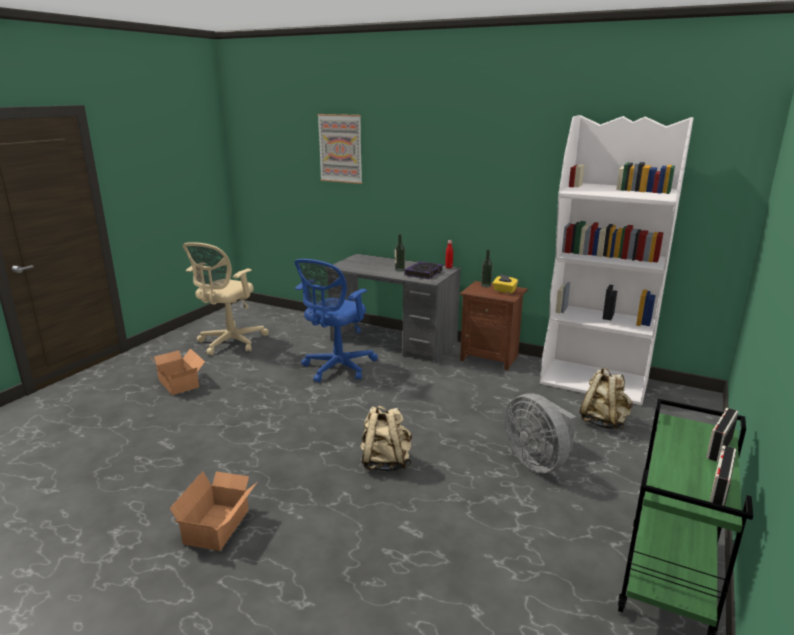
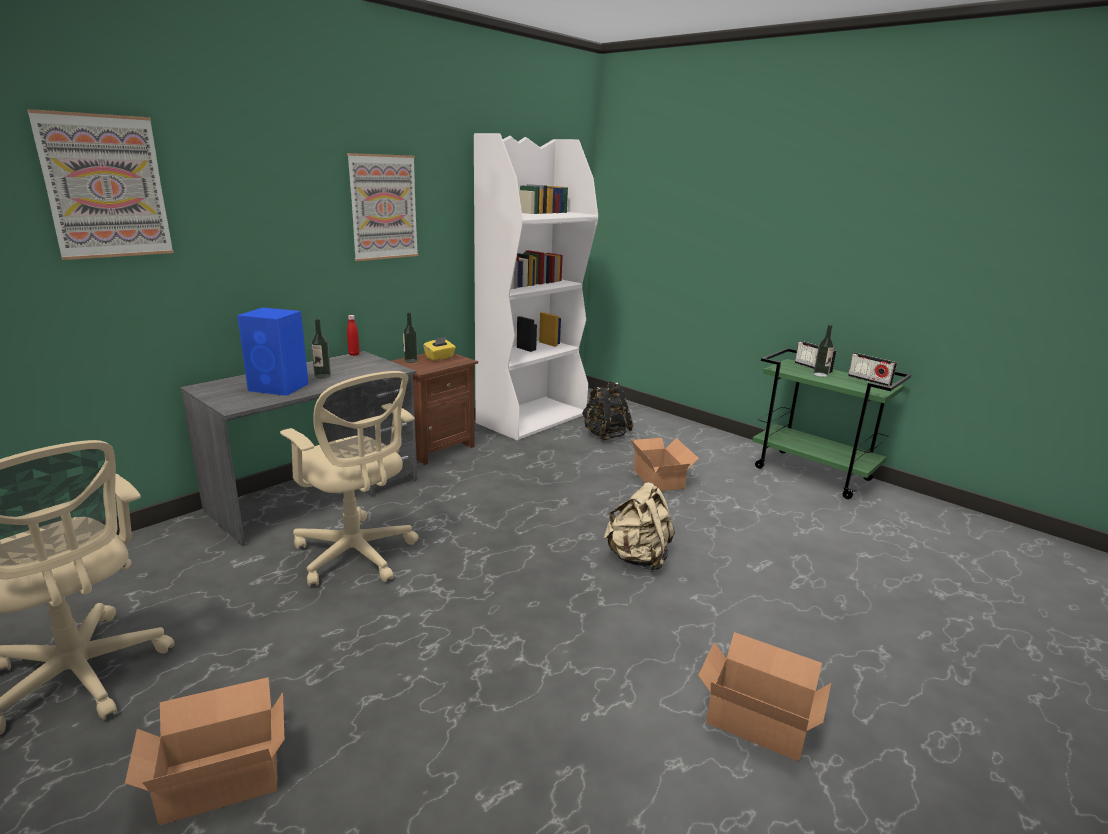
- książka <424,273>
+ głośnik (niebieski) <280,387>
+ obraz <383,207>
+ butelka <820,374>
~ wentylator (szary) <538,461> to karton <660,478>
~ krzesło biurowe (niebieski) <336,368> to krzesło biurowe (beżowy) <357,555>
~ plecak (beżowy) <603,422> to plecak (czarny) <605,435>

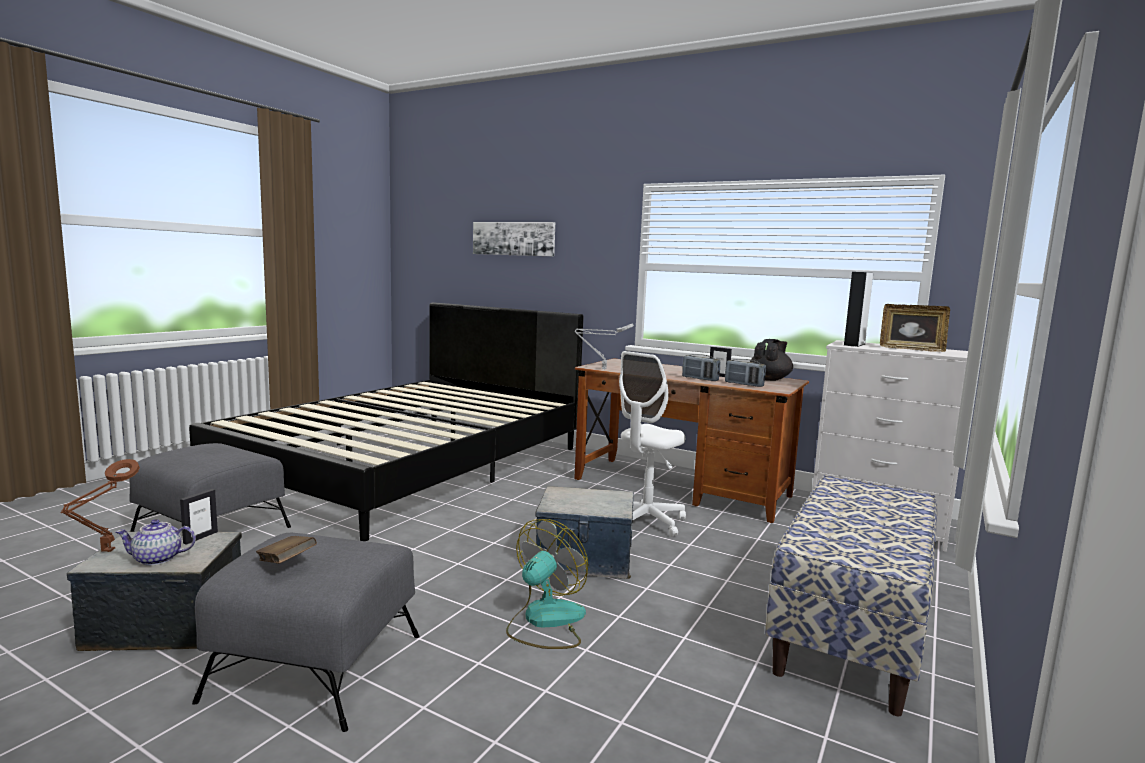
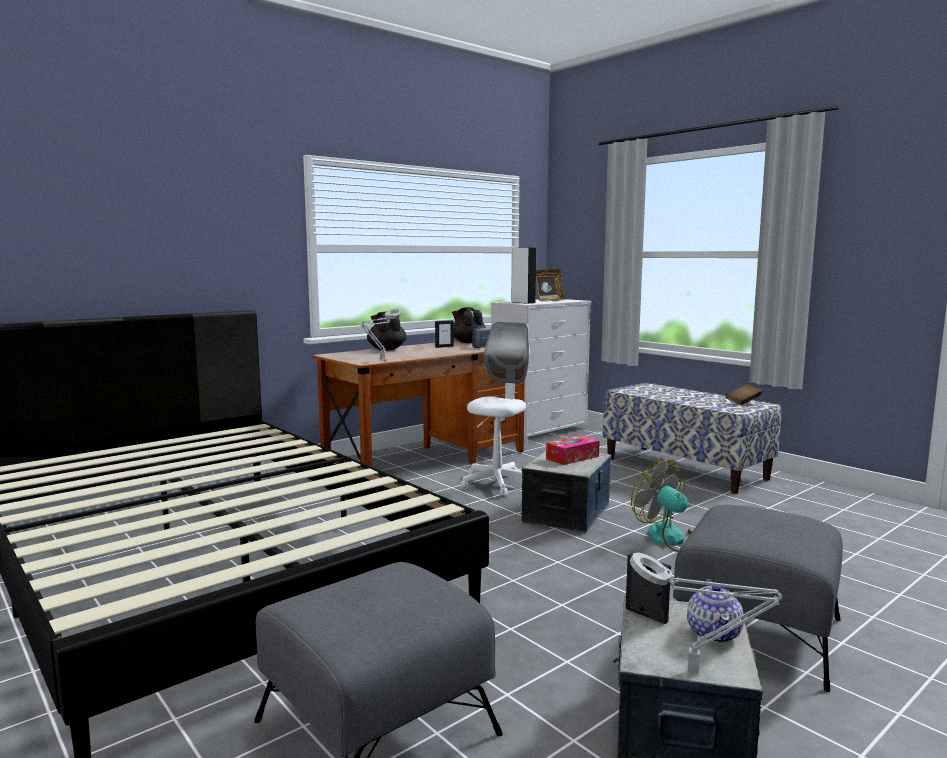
- obraz <513,238>
- radio <700,379>
+ imbryk (czarny) <386,349>
+ pudełko chusteczek <572,457>
~ książka (brązowy) <286,563> to <743,402>
~ lampa stołowa (brązowy) <106,552> to lampa stołowa (szary) <698,671>
~ krzesło biurowe (biały) <645,522> = <497,484> 120 degrees counterclockwise

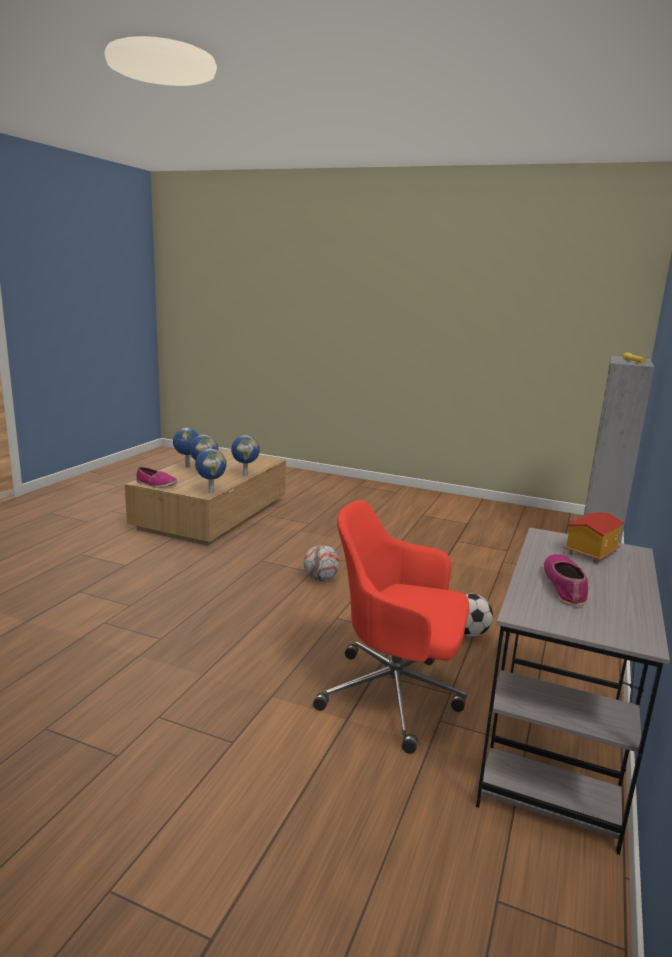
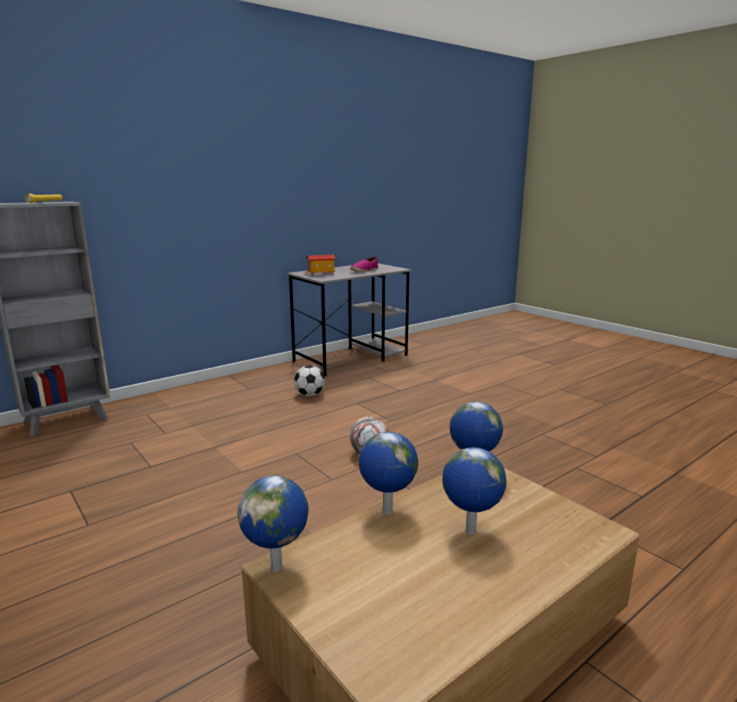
- but <156,484>
- krzesło biurowe (czerwony) <395,695>
~ globus <187,466> to <278,567>

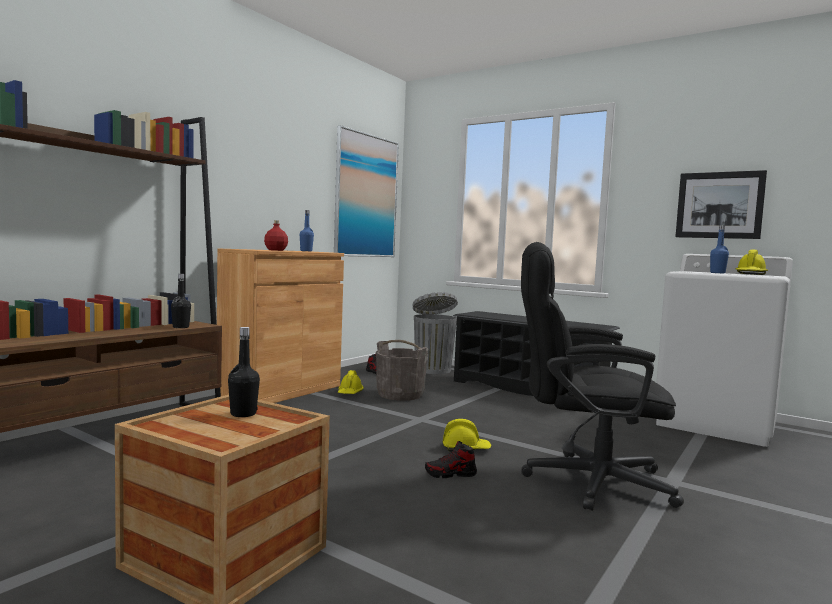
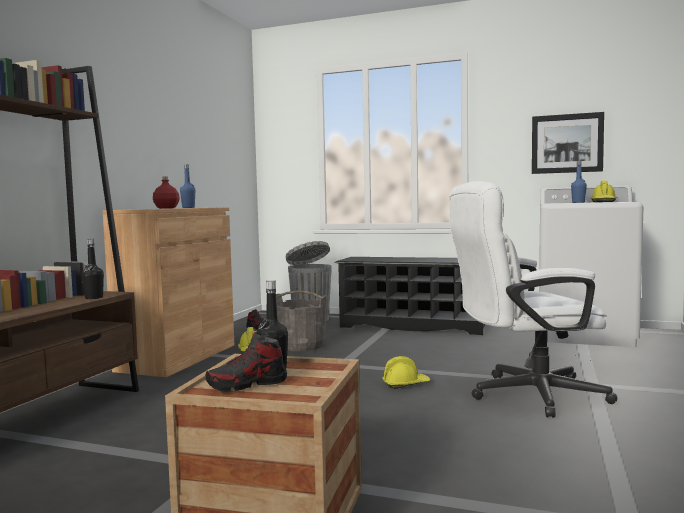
- obraz <366,196>
~ but <450,474> to <247,384>
~ krzesło biurowe (czarny) <583,480> to krzesło biurowe (biały) <525,395>

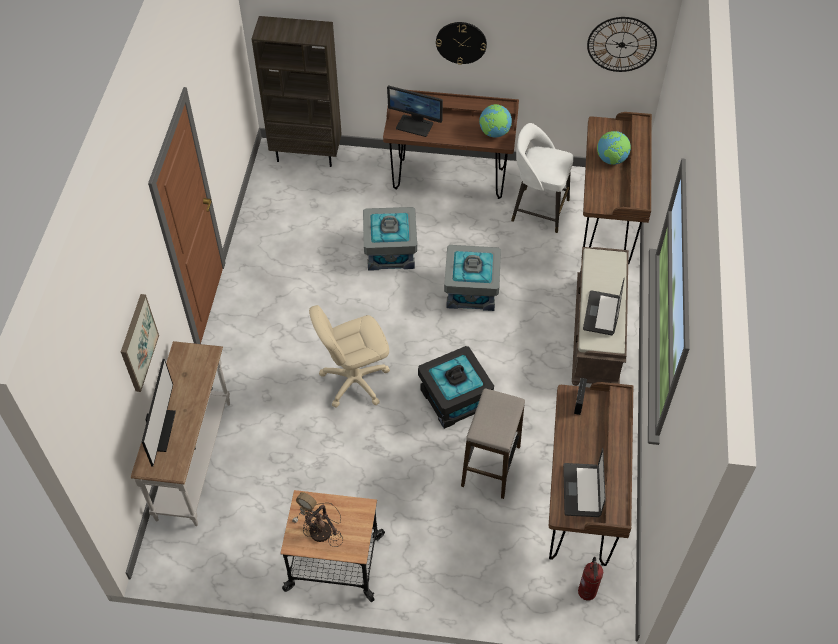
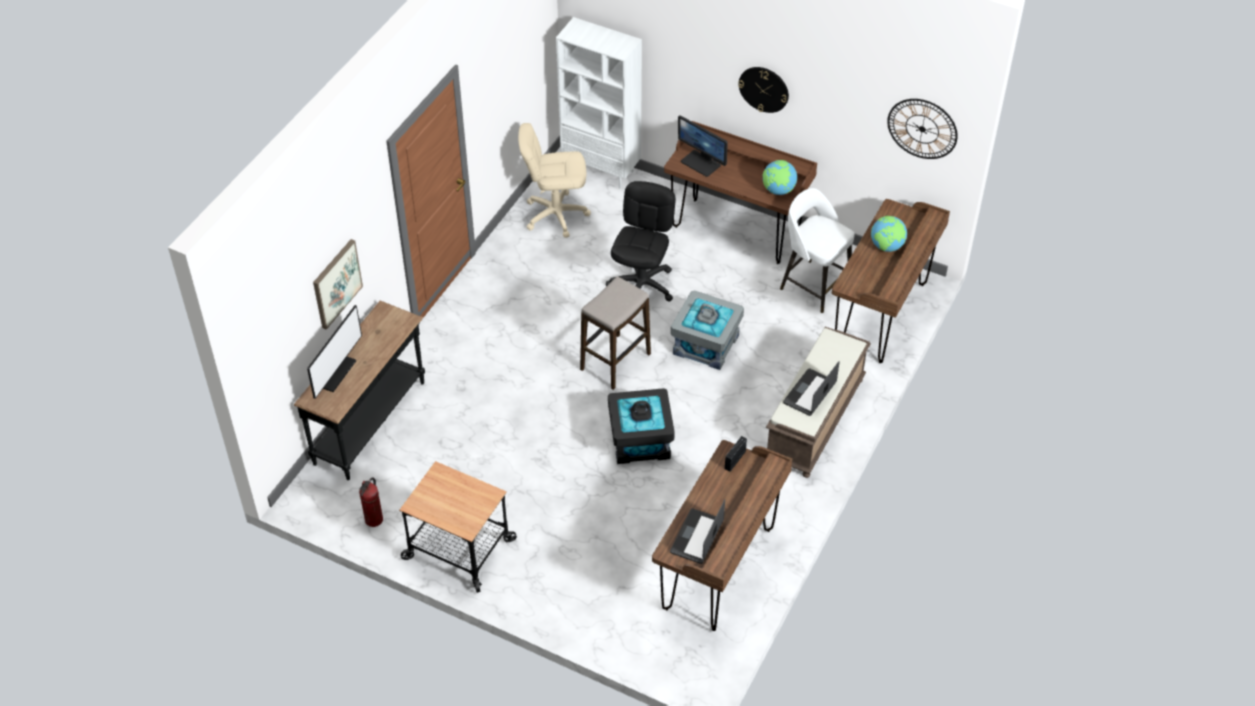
- lampa stołowa <321,533>
~ krzesło biurowe (beżowy) <354,381> to <556,215>
~ stołek <490,466> to <615,362>
~ gaśnica <587,592> to <374,520>
~ pojemnik do przechowywania (szary) <390,251> to krzesło biurowe (czarny) <642,285>
~ stolik konsolowy (biały) <195,460> to stolik konsolowy (czarny) <371,423>
~ regał (brązowy) <307,154> to regał (biały) <601,170>

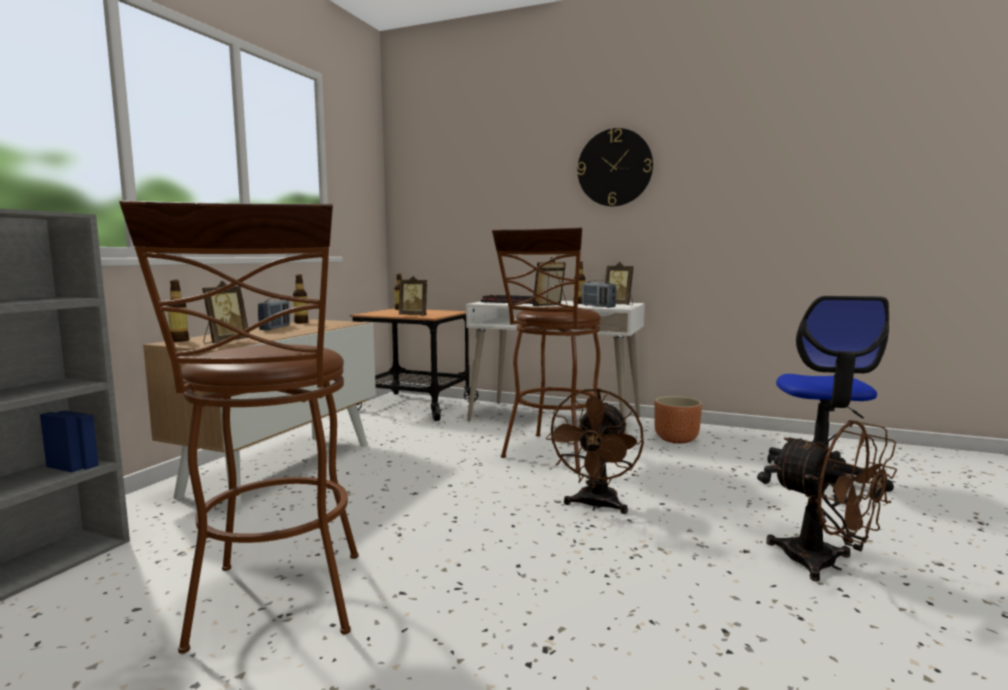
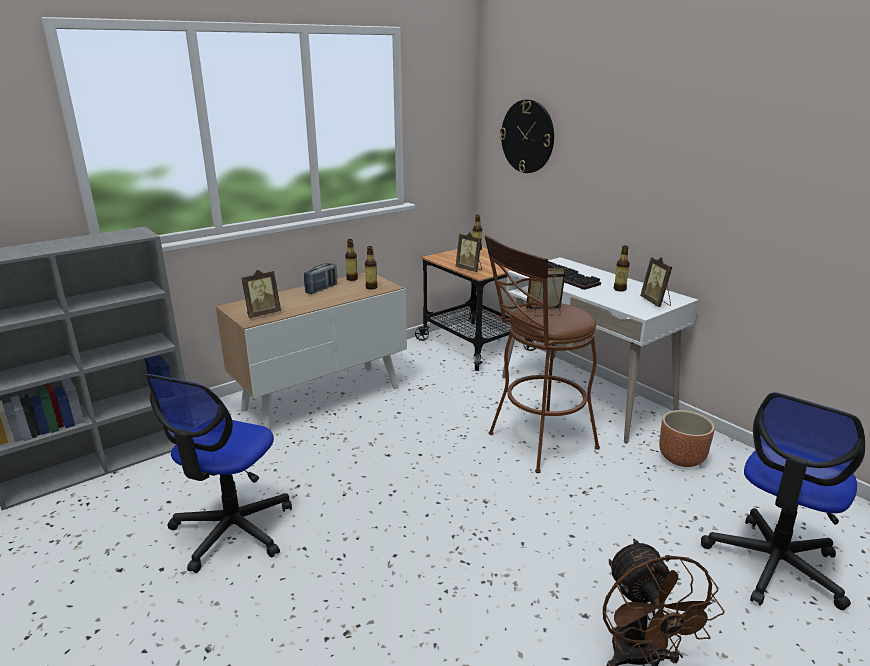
- wentylator (brązowy) <596,506>
- radio <598,306>
~ butelka <179,340> to <371,287>
~ zegar ścienny <614,168> to <527,136>
~ stołek (brązowy) <278,607> to krzesło biurowe <232,530>

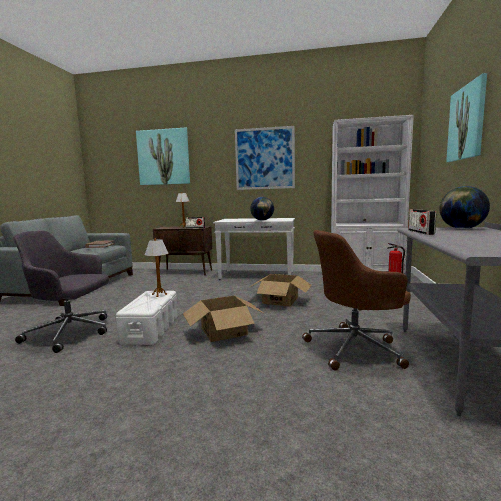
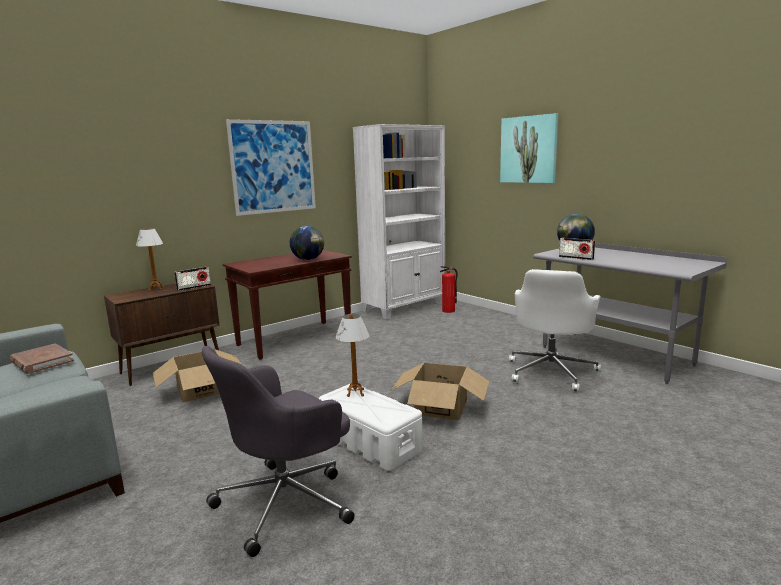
- obraz <163,157>
~ karton <280,300> to <201,389>
~ stolik konsolowy (biały) <257,275> to stolik konsolowy (brązowy) <295,339>
~ krzesło biurowe (brązowy) <355,348> to krzesło biurowe (biały) <551,372>

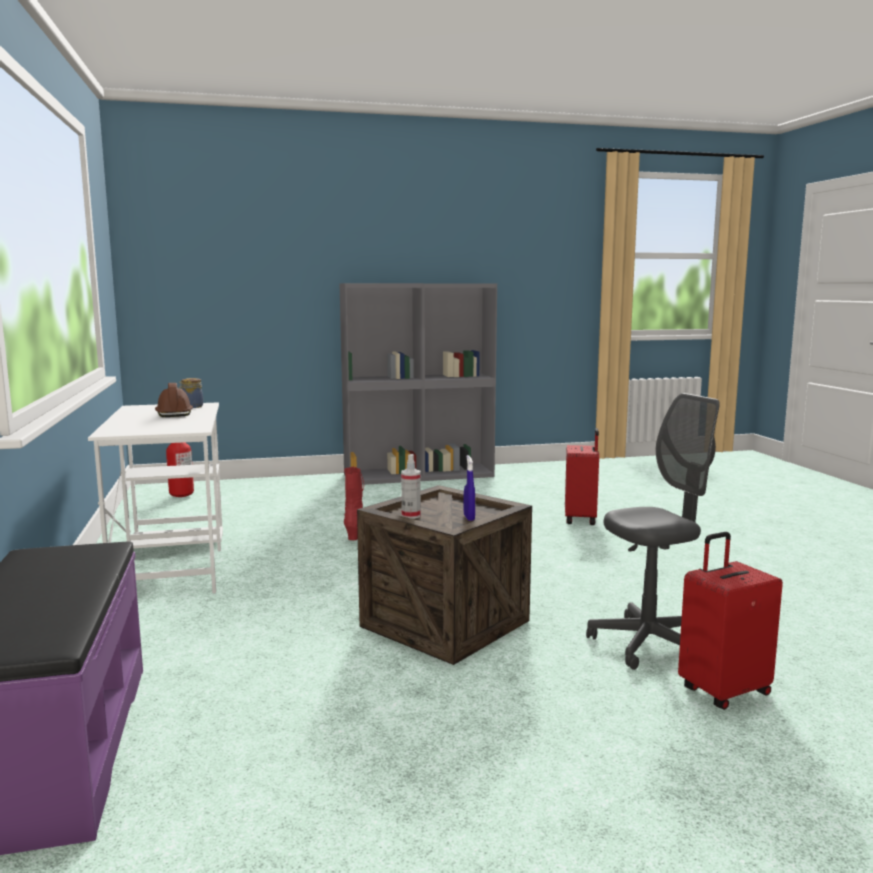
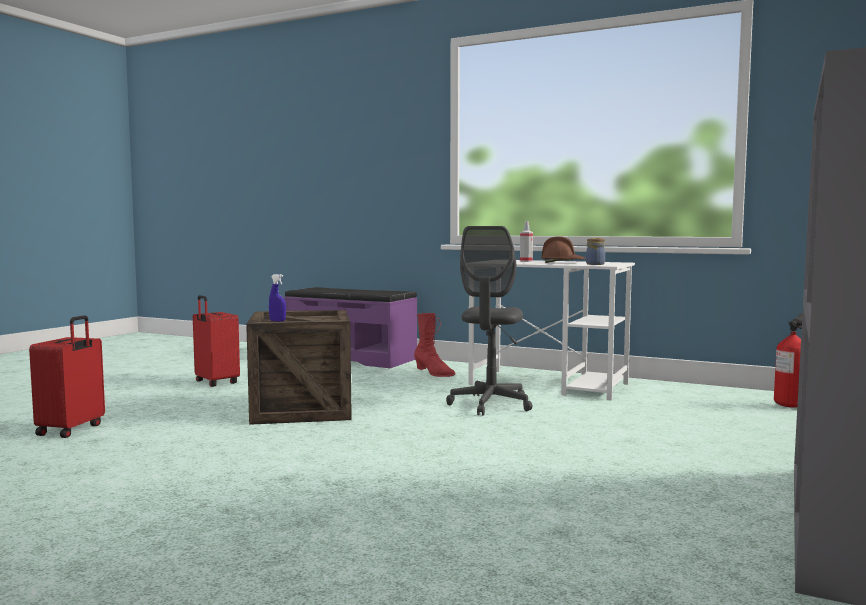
~ but z cholewką (czerwony) <357,535> to <434,373>
~ spryskiwacz <411,516> to <526,261>
~ walizka (czerwony) <581,519> to <215,382>
~ krzesło biurowe (szary) <649,644> to <490,405>

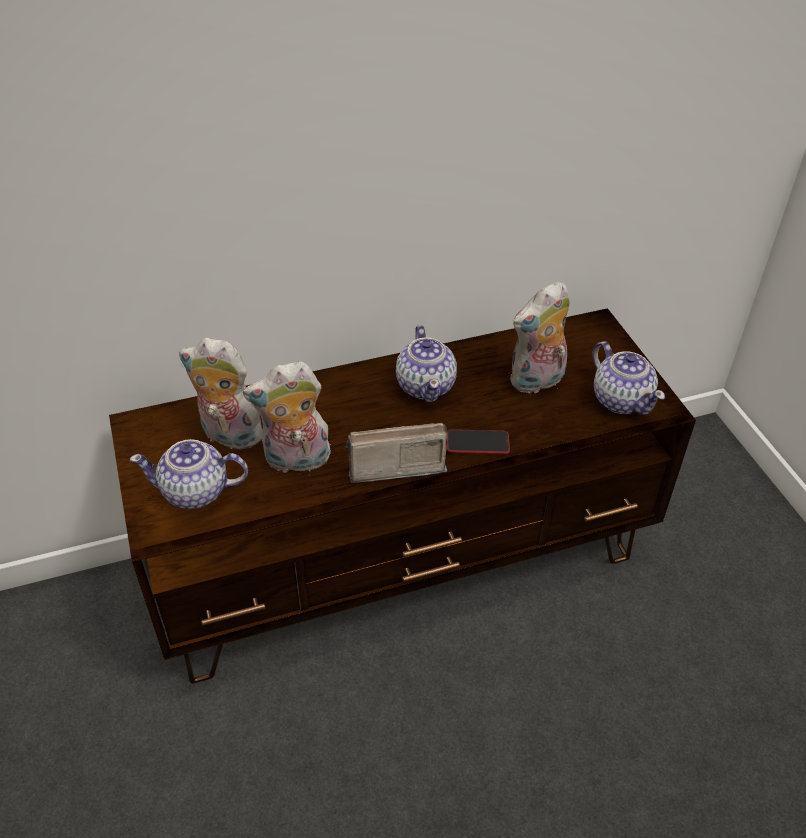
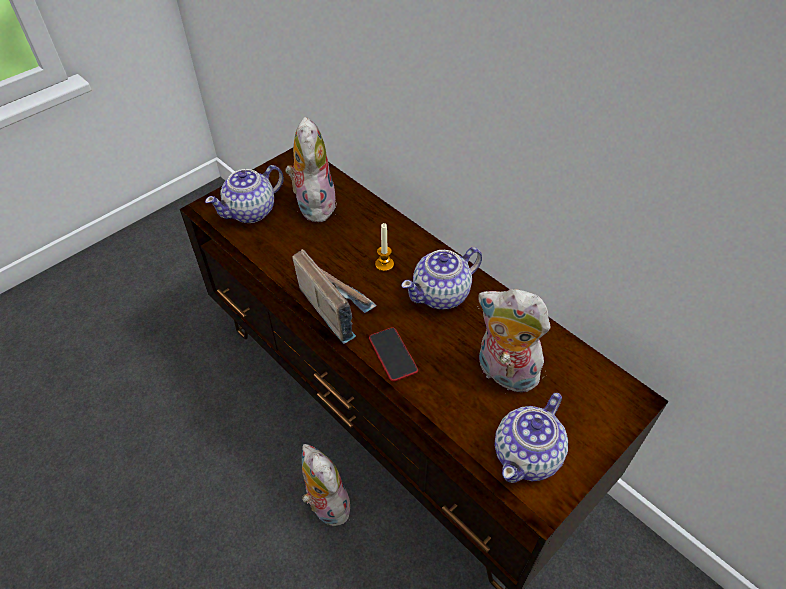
+ świeca <384,264>
~ pluszak <296,461> to <325,504>
~ imbryk <196,492> = <251,211> 105 degrees counterclockwise

